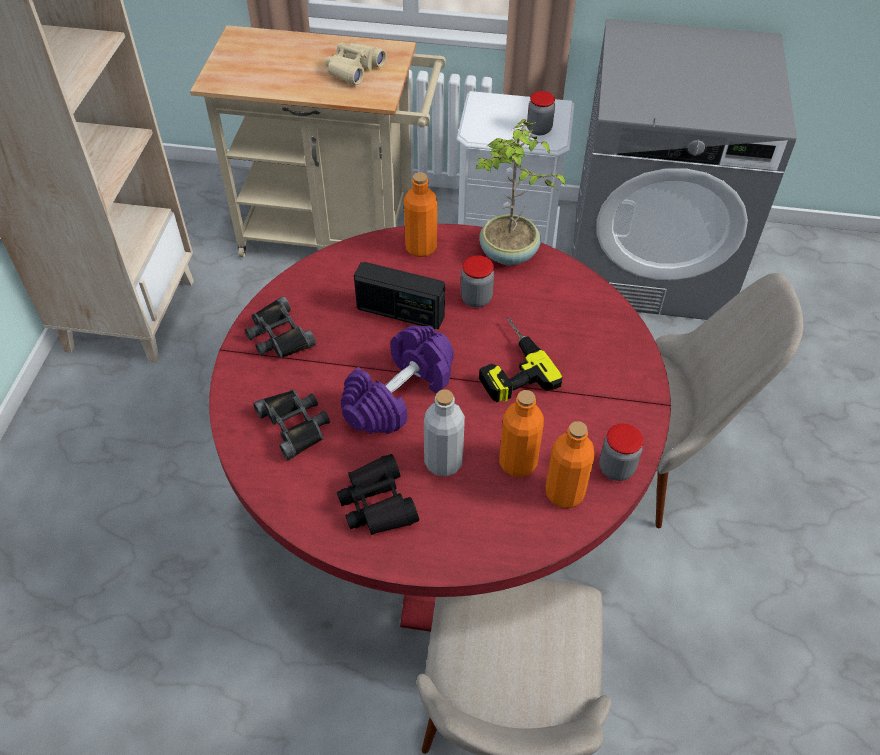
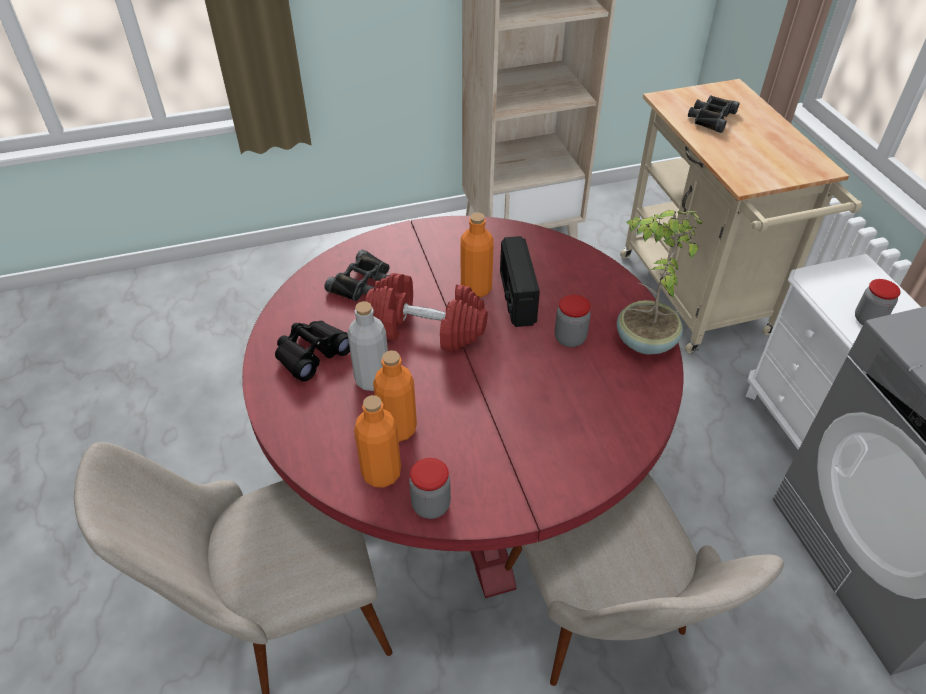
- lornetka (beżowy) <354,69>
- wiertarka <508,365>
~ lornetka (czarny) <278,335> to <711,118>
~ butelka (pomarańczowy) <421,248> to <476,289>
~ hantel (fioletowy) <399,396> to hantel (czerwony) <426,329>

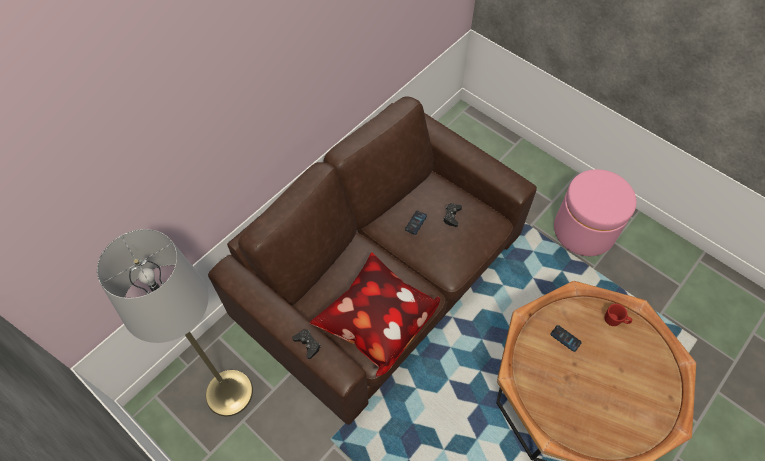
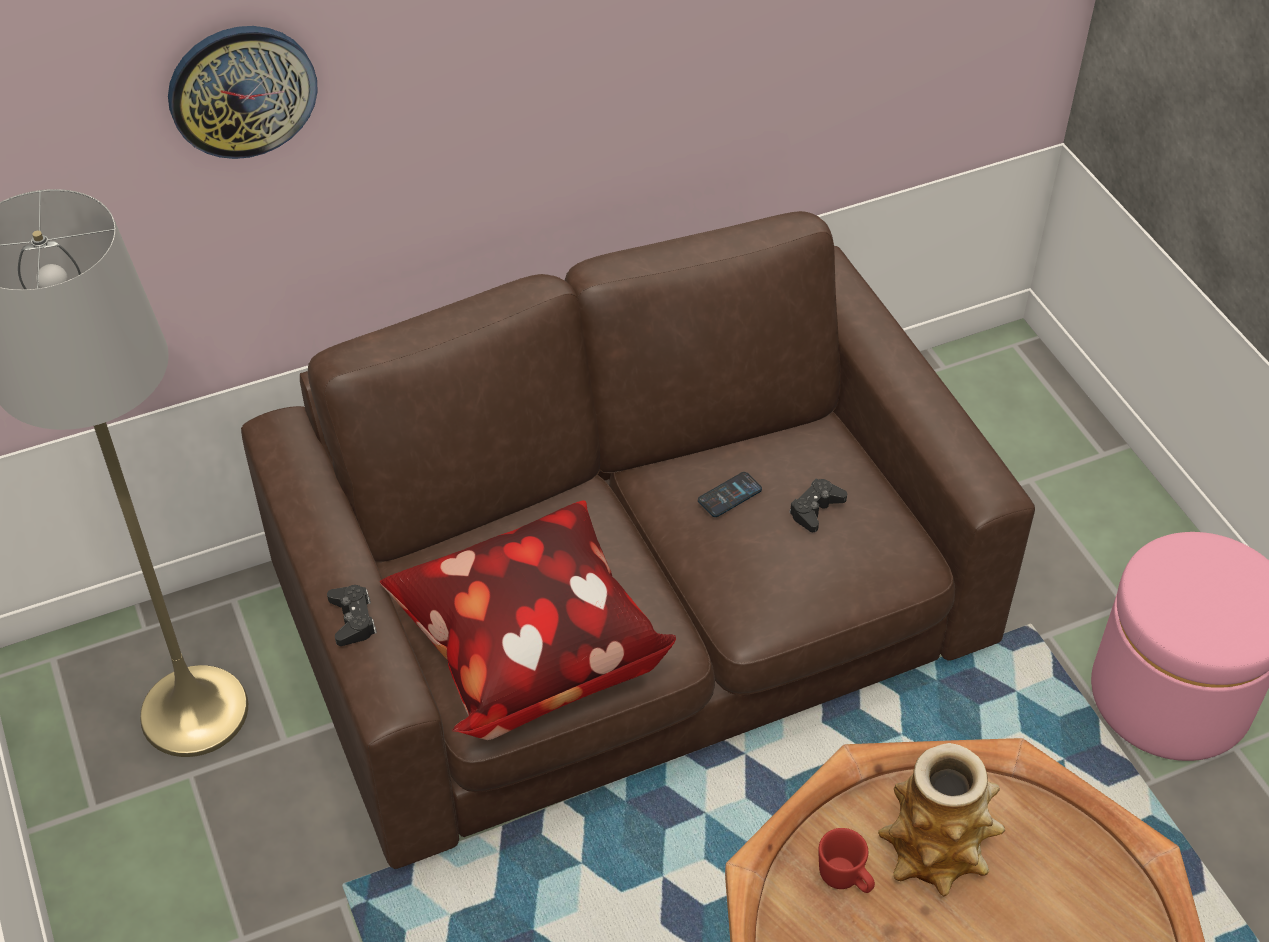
+ zegar ścienny <242,90>
~ kubek (czerwony) <615,321> to <845,879>
~ telefon <565,338> to wazon <935,851>

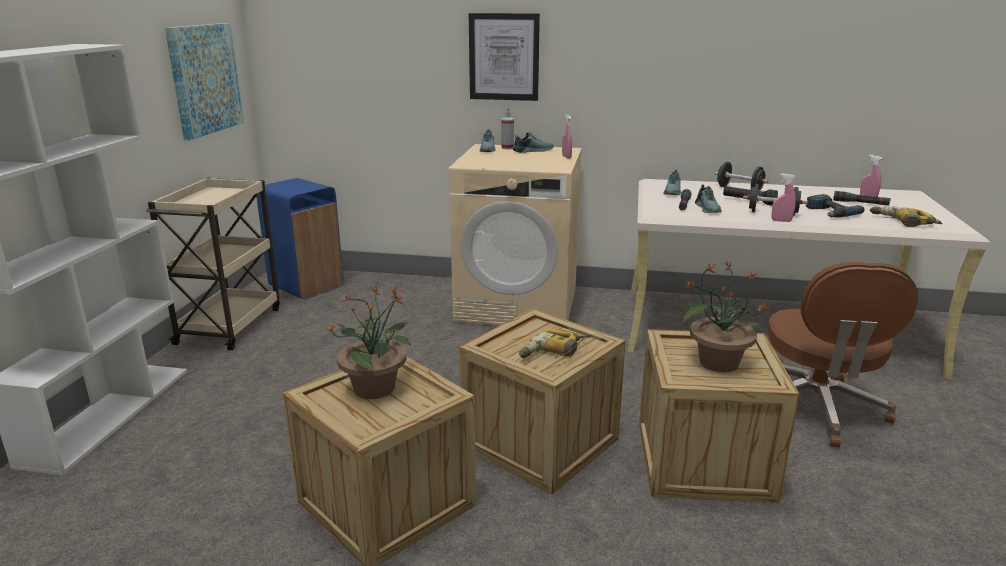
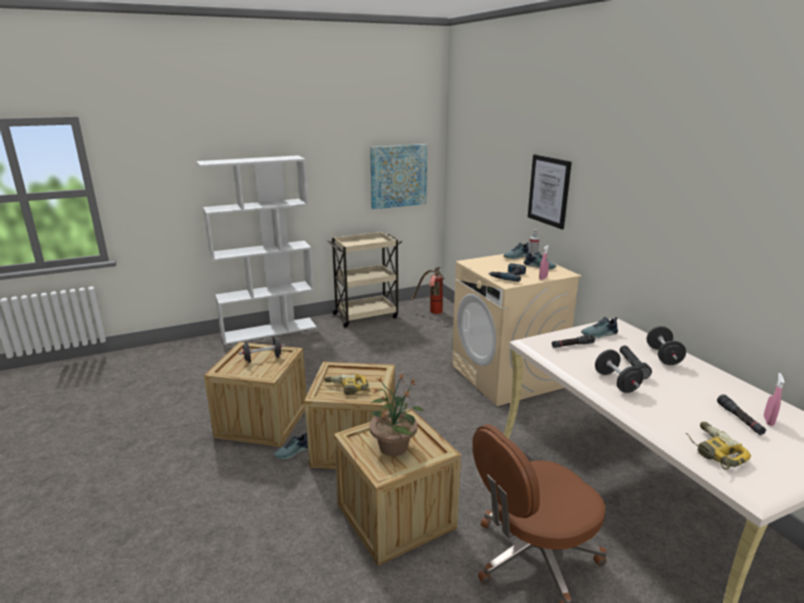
- spryskiwacz (różowy) <781,221>
~ but <708,209> to <293,452>
~ wiertarka <829,212> to <508,276>
~ kosz na śmieci (niebieski) <306,285> to gaśnica <431,311>
~ roślina doniczkowa <376,388> to hantel (czarny) <263,359>

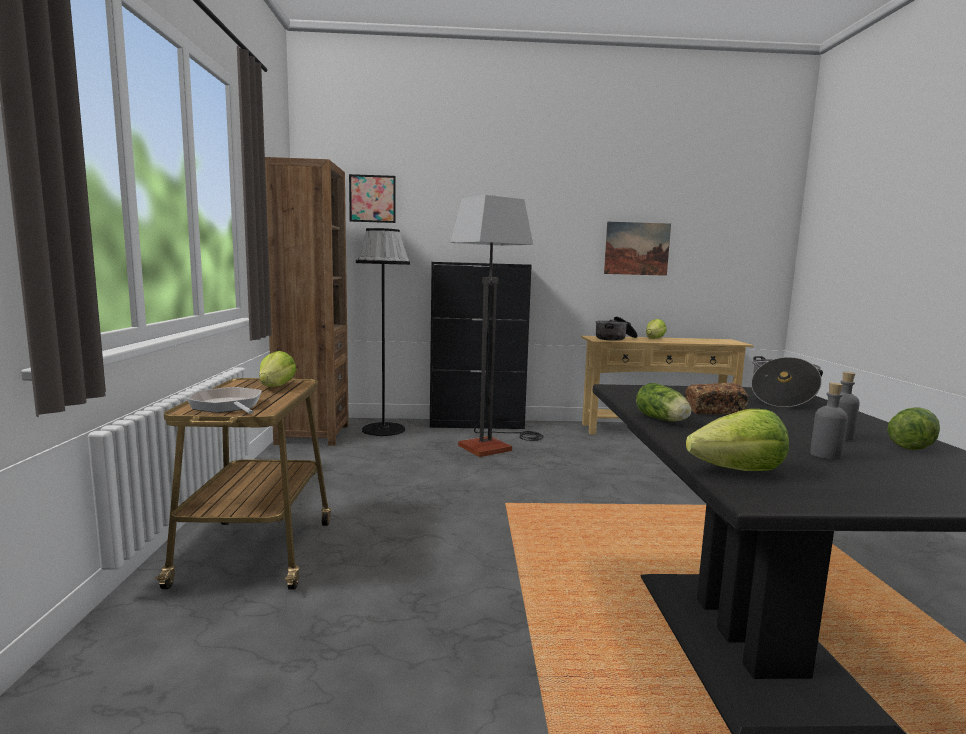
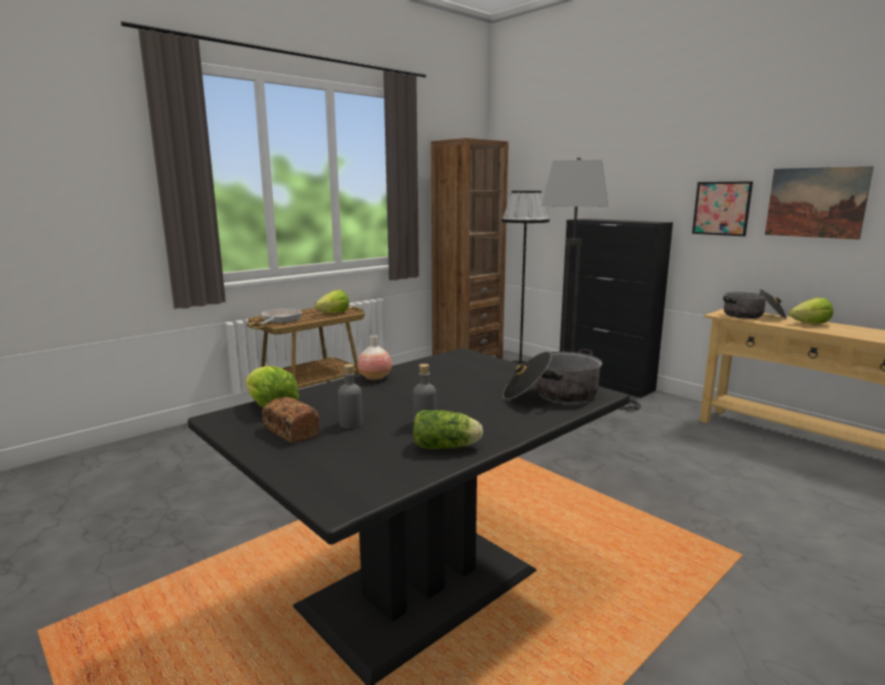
~ obraz <372,198> to <721,208>
~ chleb <714,411> to <291,431>
~ sałata <663,420> to wazon <375,377>

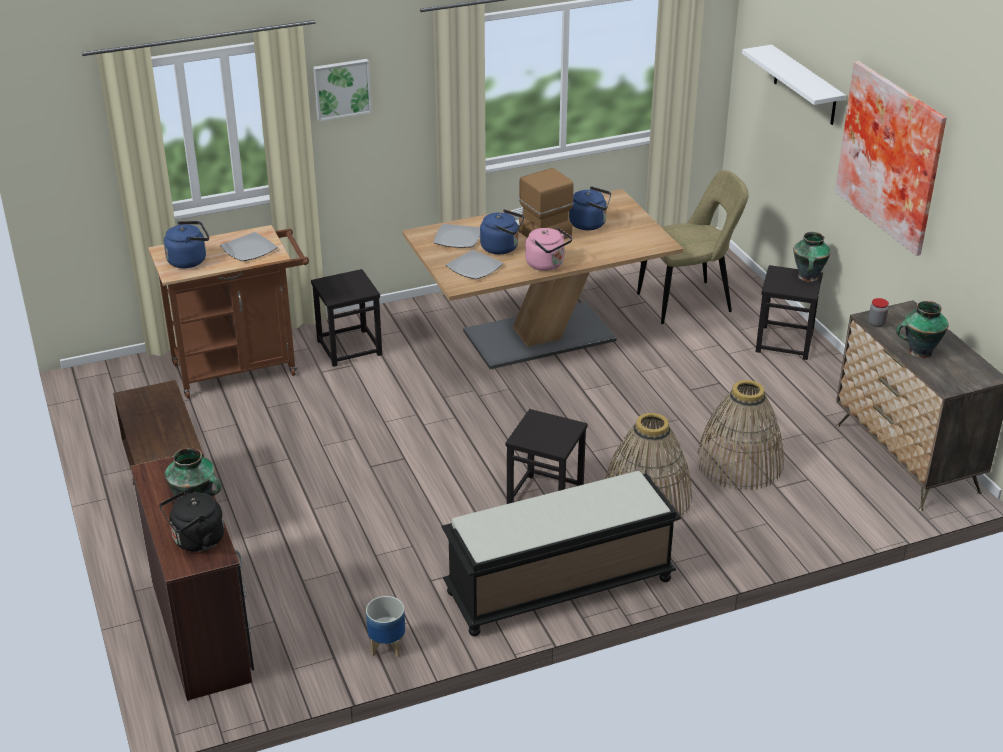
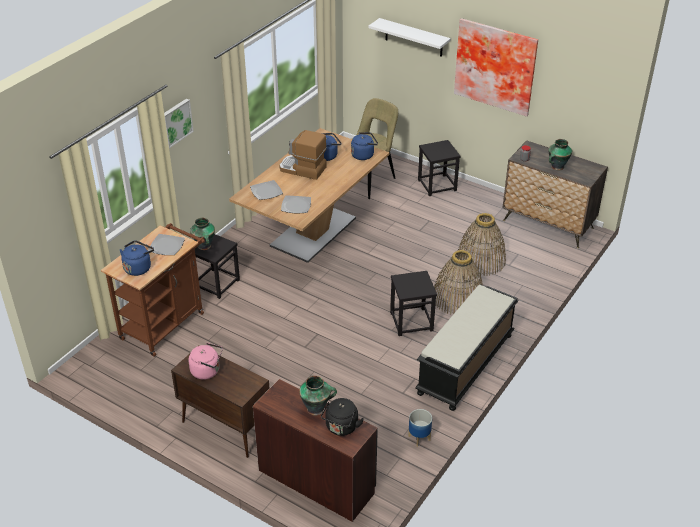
~ czajnik (niebieski) <502,248> to <364,155>
~ czajnik (różowy) <547,264> to <207,371>
~ wazon <808,277> to <204,246>

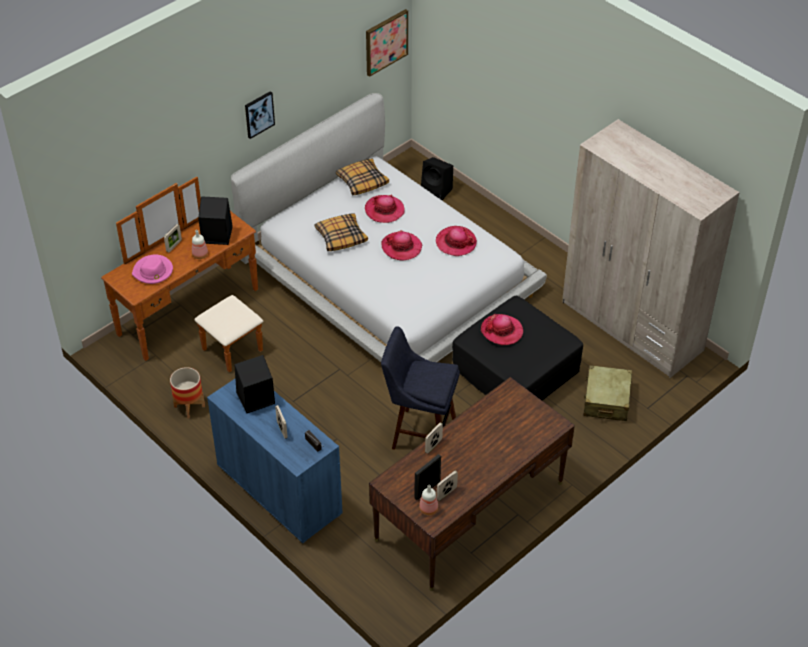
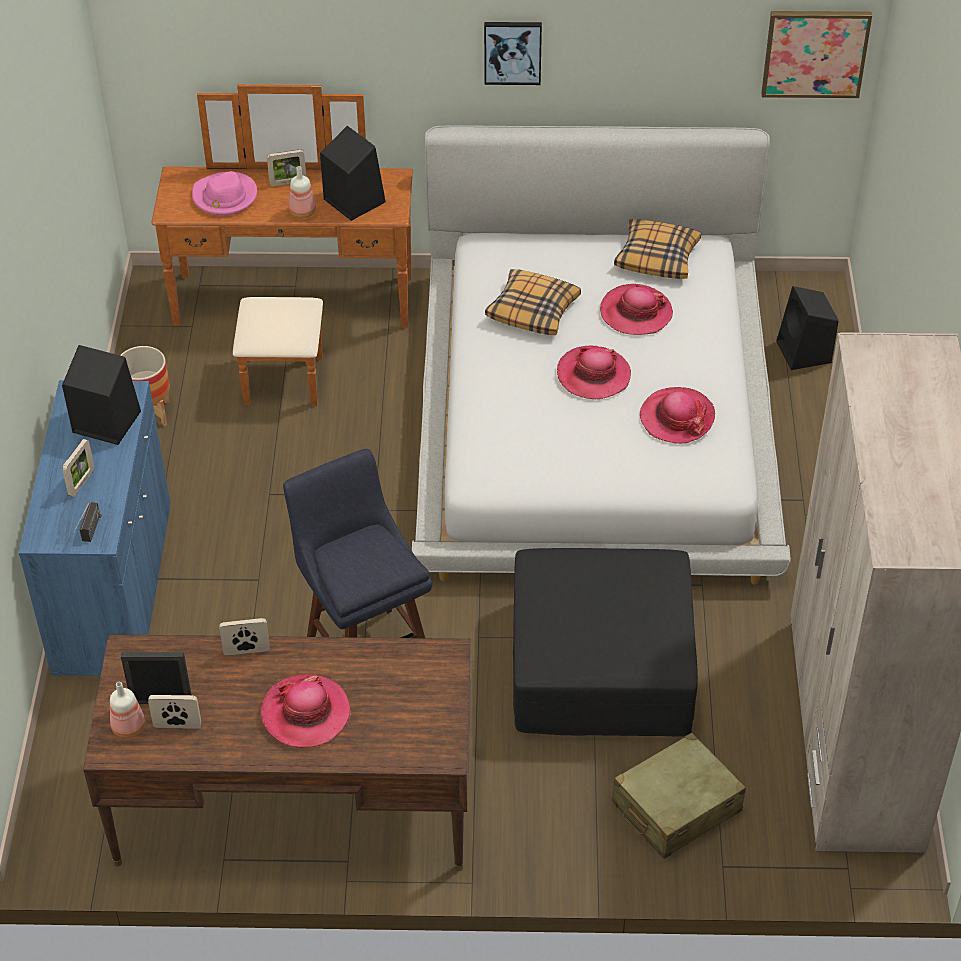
~ kapelusz <502,331> to <306,713>

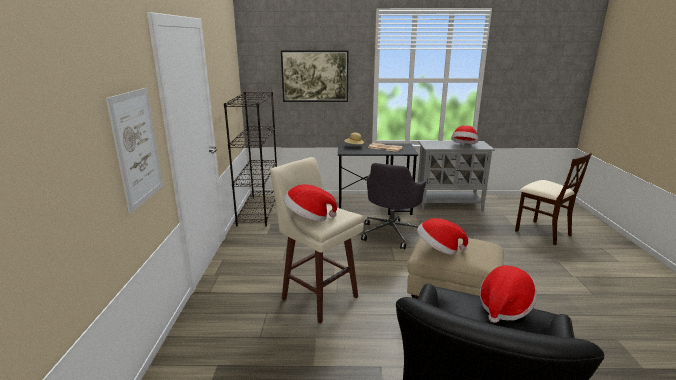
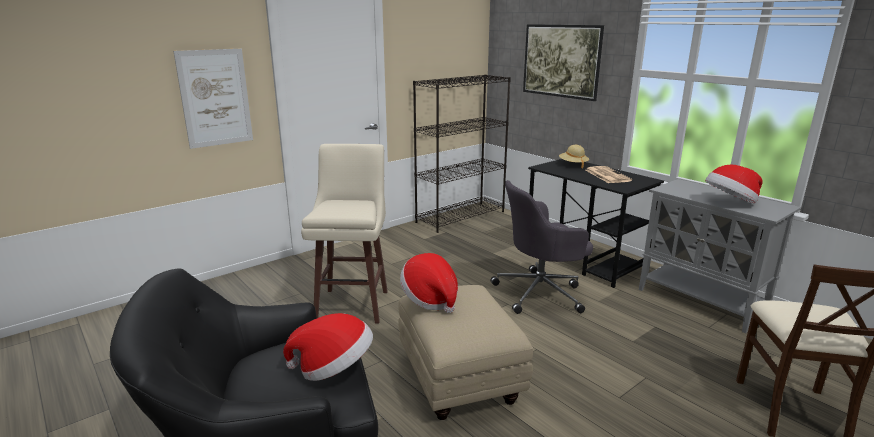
- kapelusz <308,218>

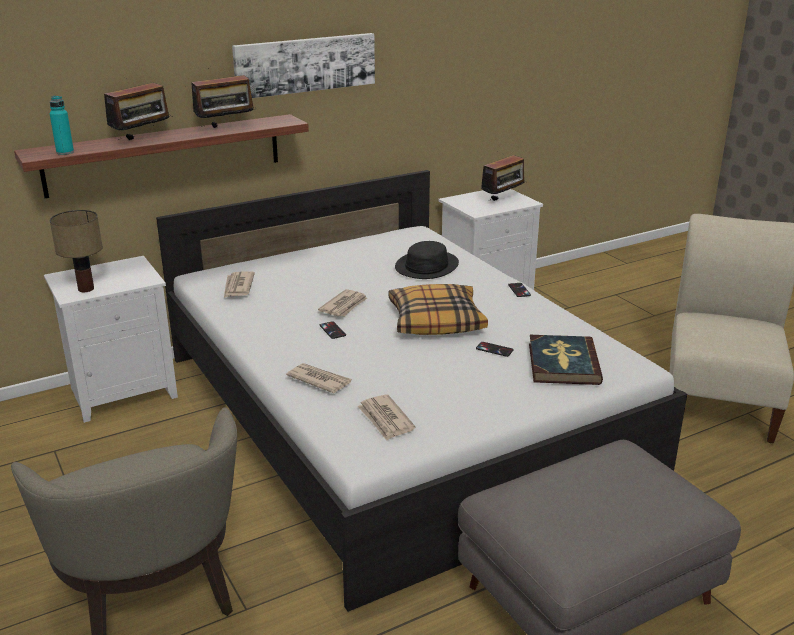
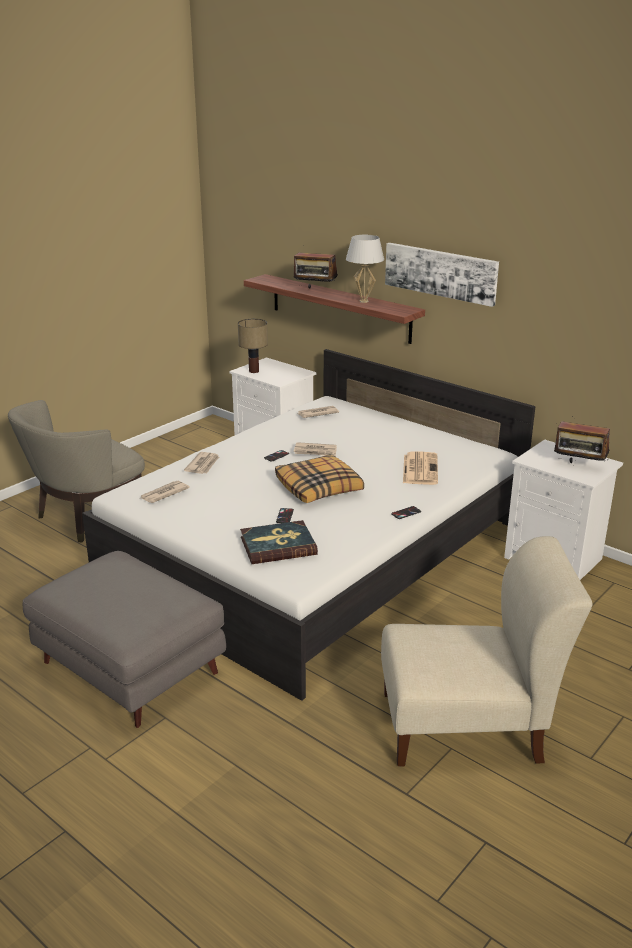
- butelka (turkusowy) <65,152>
~ radio <226,128> to lampa stołowa (biały) <363,301>
~ kapelusz (czarny) <426,266> to gazeta <419,469>

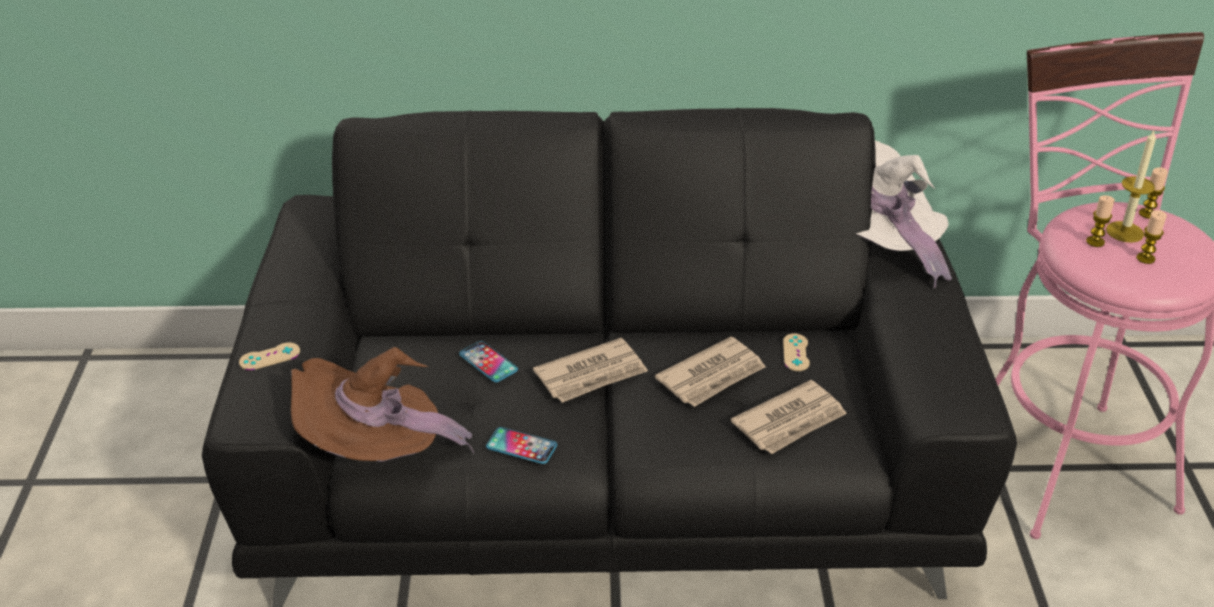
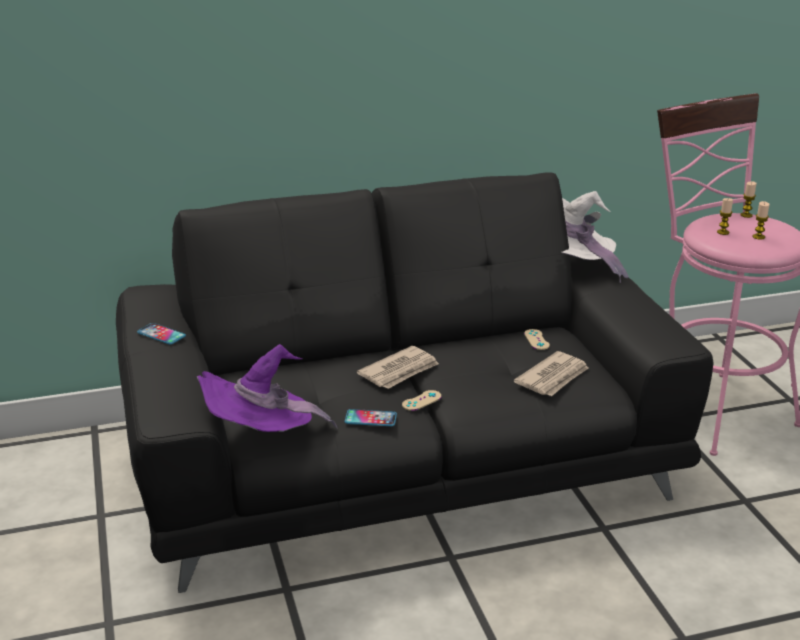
- gazeta <712,376>
- świeca <1124,232>
~ pad do gier (beżowy) <269,357> to <421,400>
~ telefon <488,362> to <161,334>
~ kapelusz (brązowy) <376,452> to kapelusz (fioletowy) <262,438>

